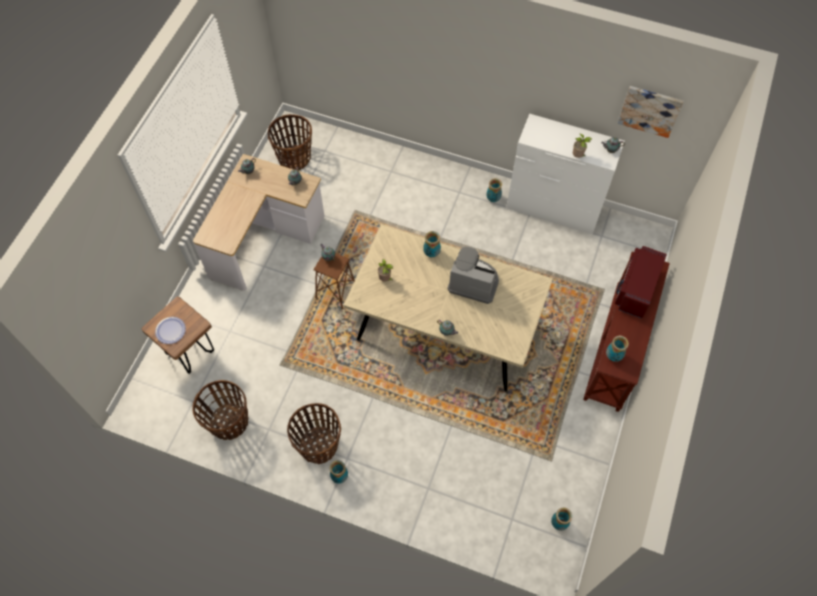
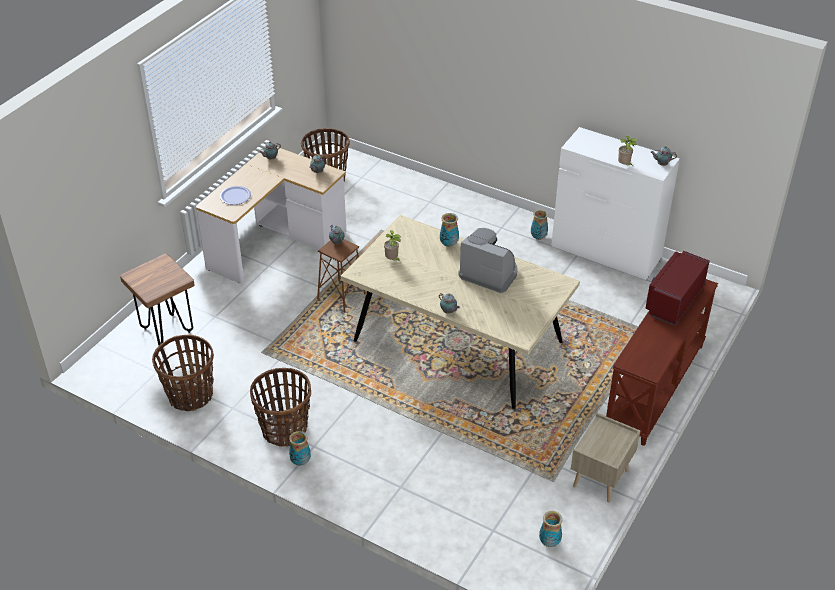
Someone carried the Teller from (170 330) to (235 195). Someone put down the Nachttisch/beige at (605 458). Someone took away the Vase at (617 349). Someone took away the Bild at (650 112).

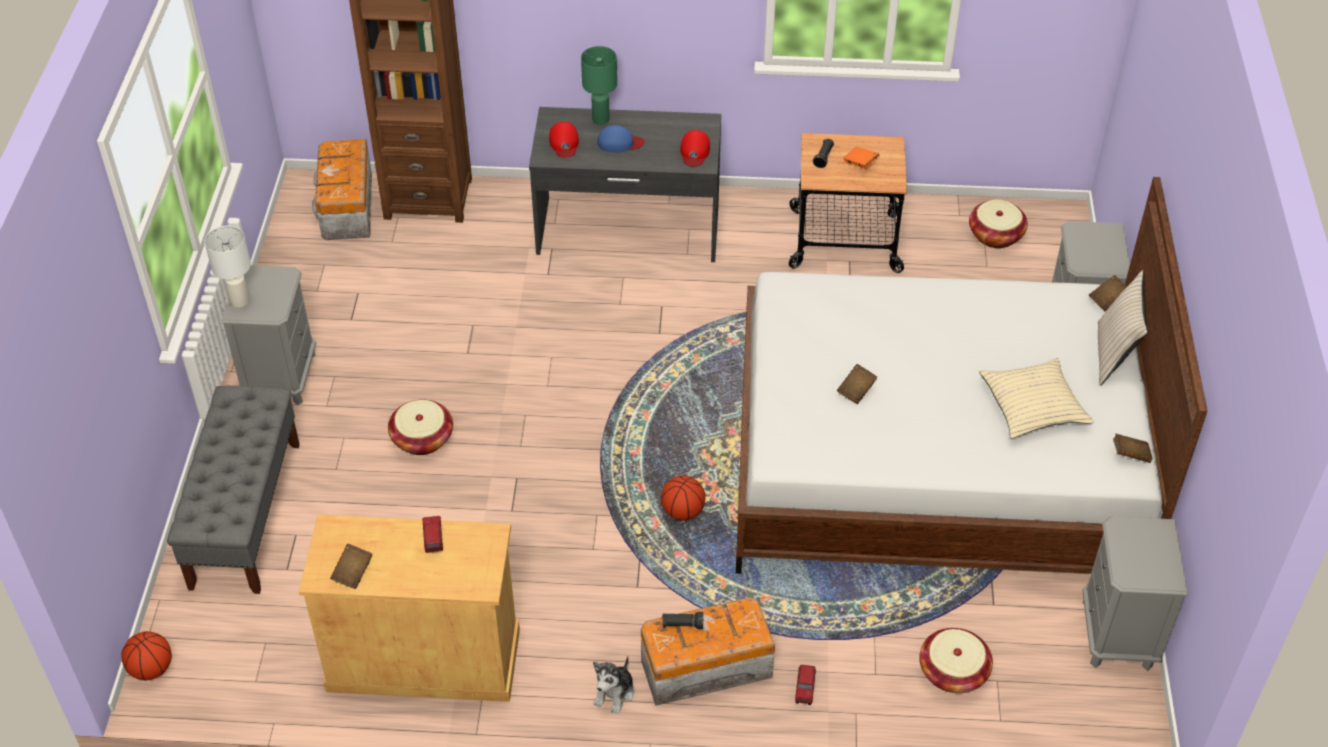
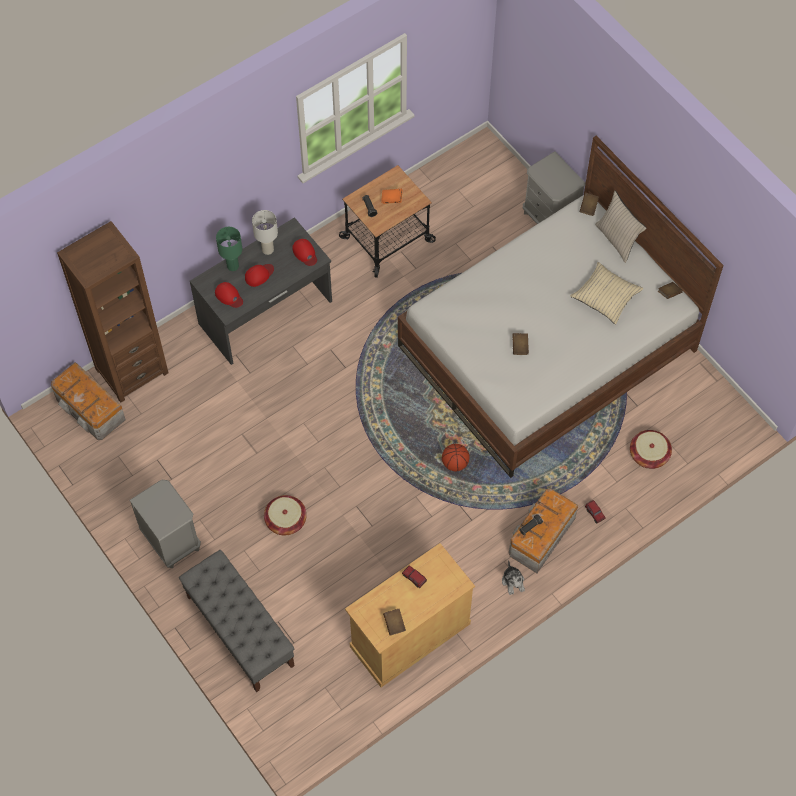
Someone repainted the Kappe/blau at (621 138), which became the Kappe/rot at (259 275). Someone carried the Tischlampe/weiß from (227 267) to (265 232). Someone took away the Basketball at (146 655). Someone took away the Korb at (998 224). Someone took away the Nachttisch/grau at (1134 593).

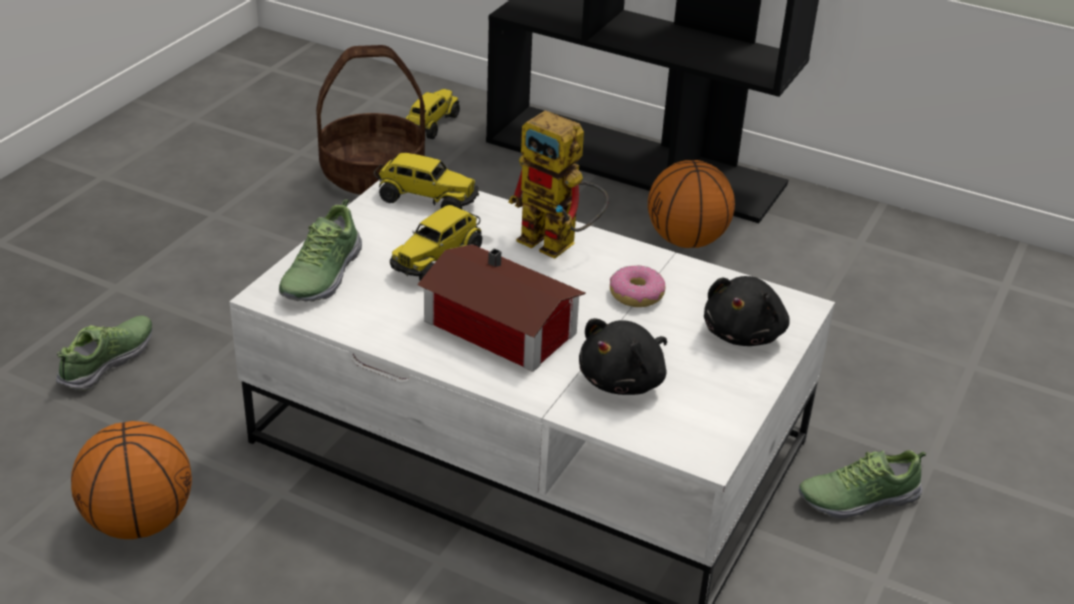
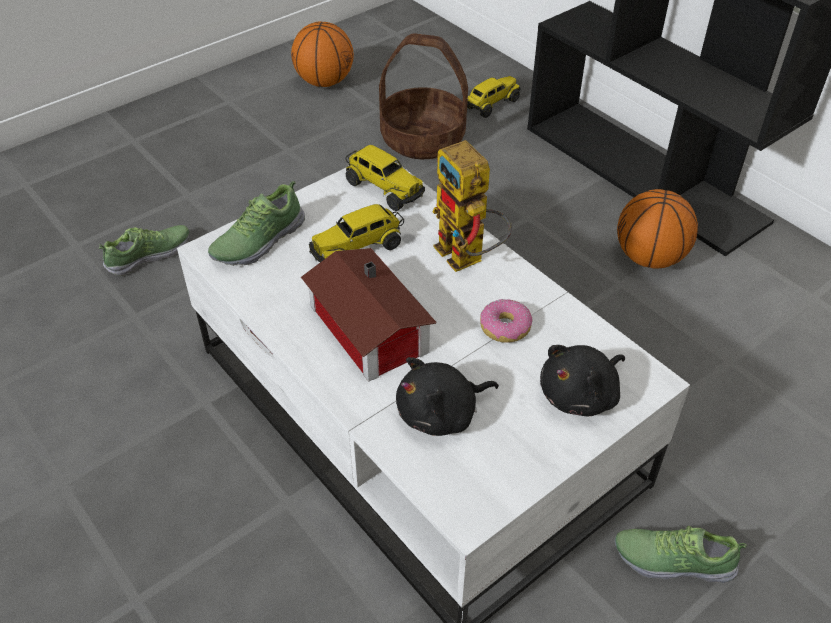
Someone carried the Basketball from (131 480) to (322 54).

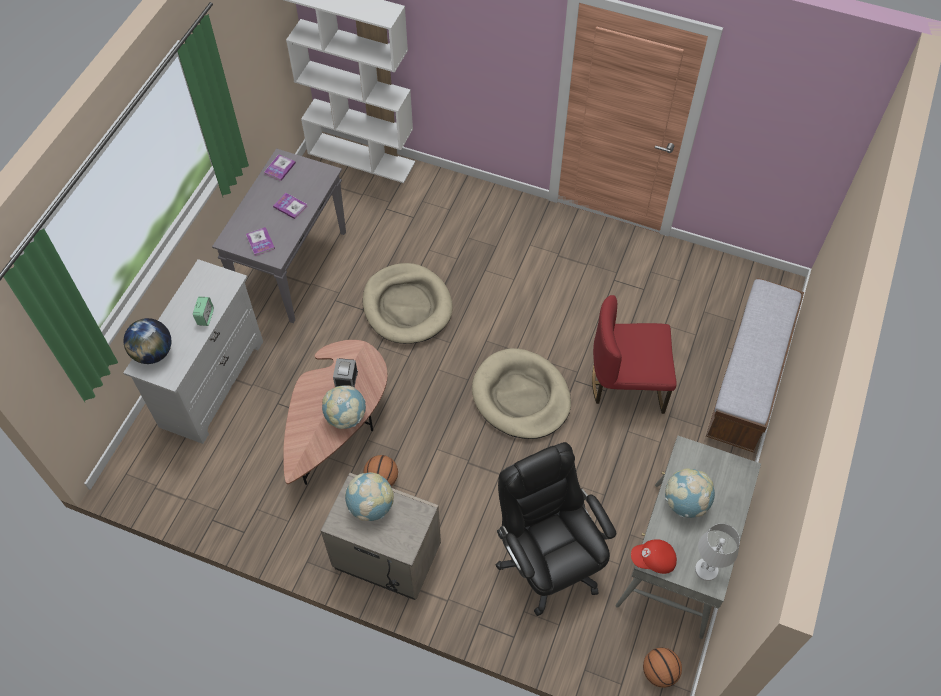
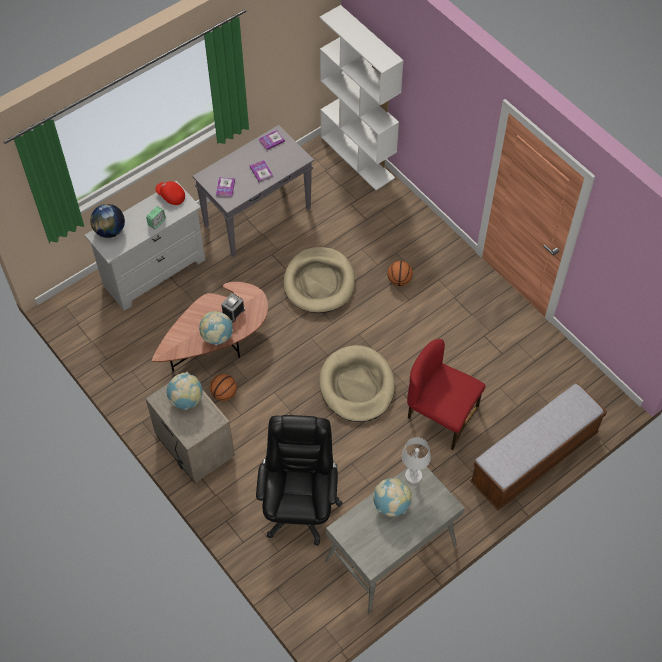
Someone carried the Kappe/rot from (654 556) to (170 193). Someone carried the Basketball from (662 668) to (400 273). Someone carried the Tischlampe/weiß from (717 552) to (416 460).

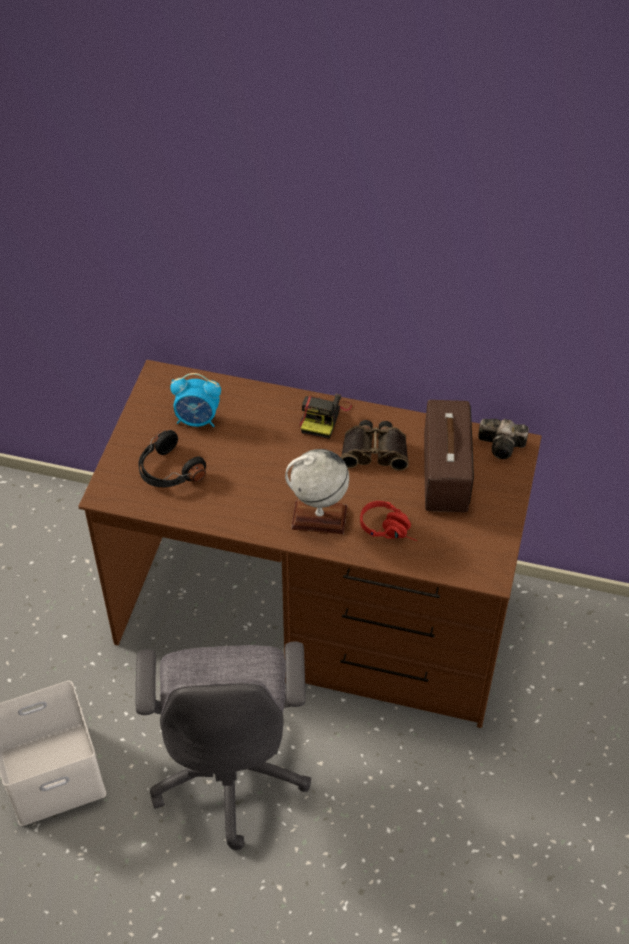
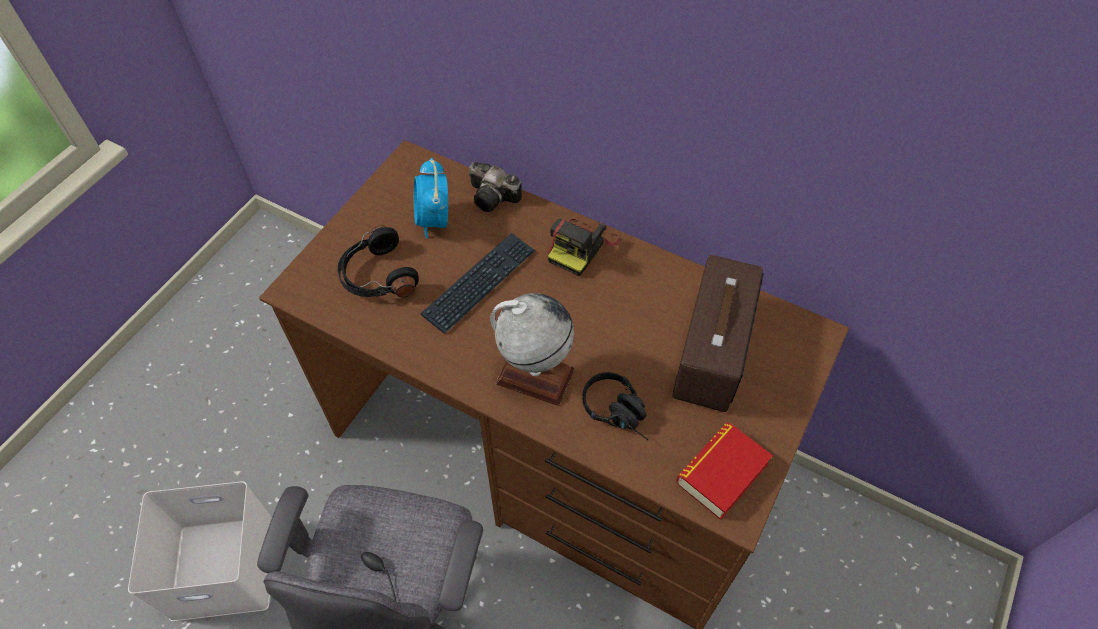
Someone rotated the Wecker at (195 400) by 60 degrees clockwise. Someone put down the Tastatur at (478 283). Someone carried the Kamera from (503 439) to (495 187). Someone repainted the Kopfhörer/rot at (388 521), which became the Kopfhörer/schwarz at (615 406). Someone put down the Buch at (724 471). Someone took away the Fernglas at (374 445).

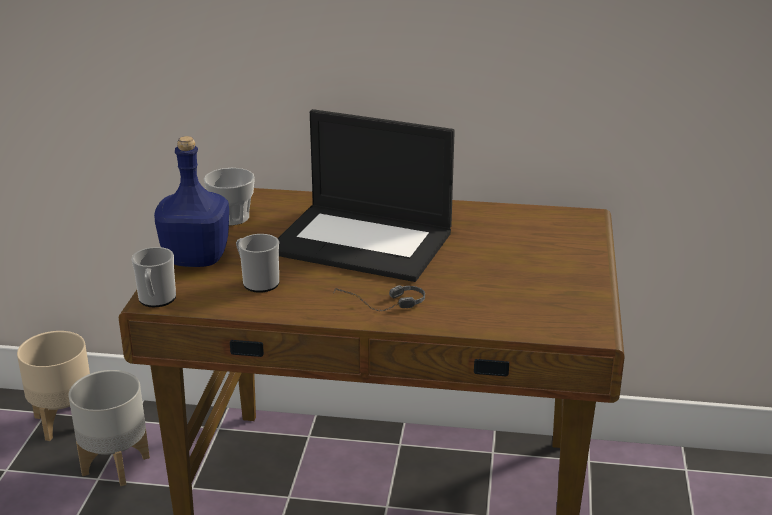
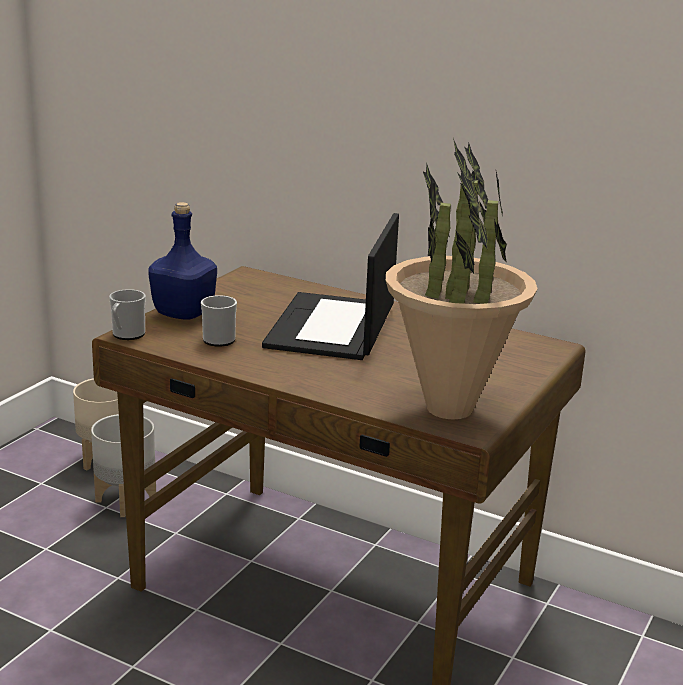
Someone rotated the Laptop at (366 195) by 60 degrees clockwise. Someone put down the Topfpflanze at (462 278). Someone took away the Tasse at (229 197). Someone took away the Kopfhörer at (379 298).

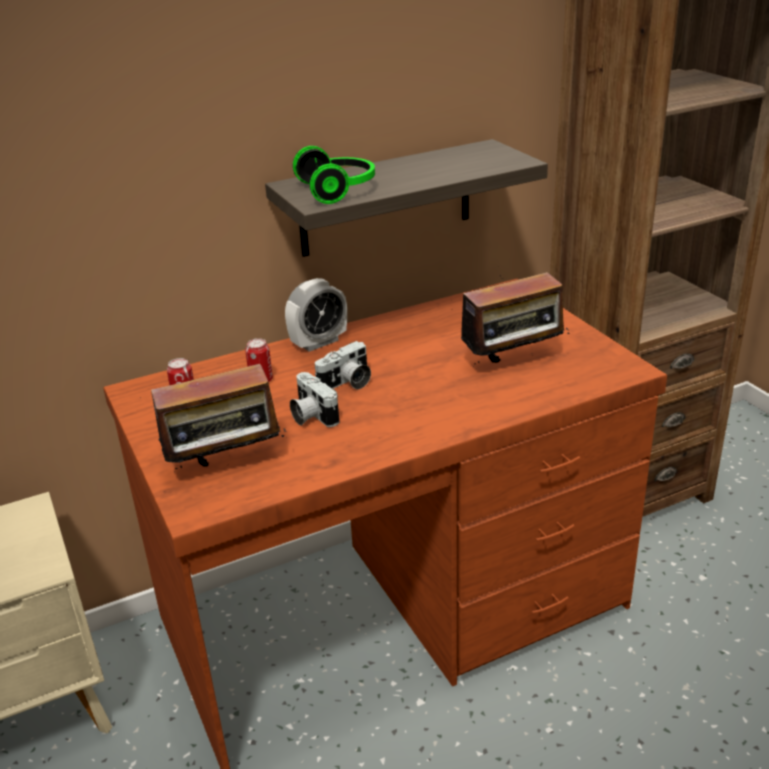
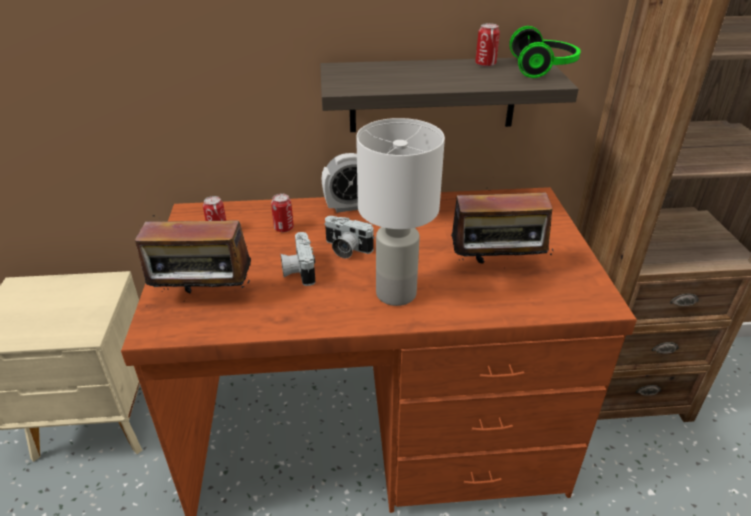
Someone rotated the Kamera at (343 365) by 45 degrees clockwise. Someone put down the Tischlampe/weiß at (400 212). Someone put down the Dose at (487 45). Someone carried the Kopfhörer from (334 175) to (545 52).

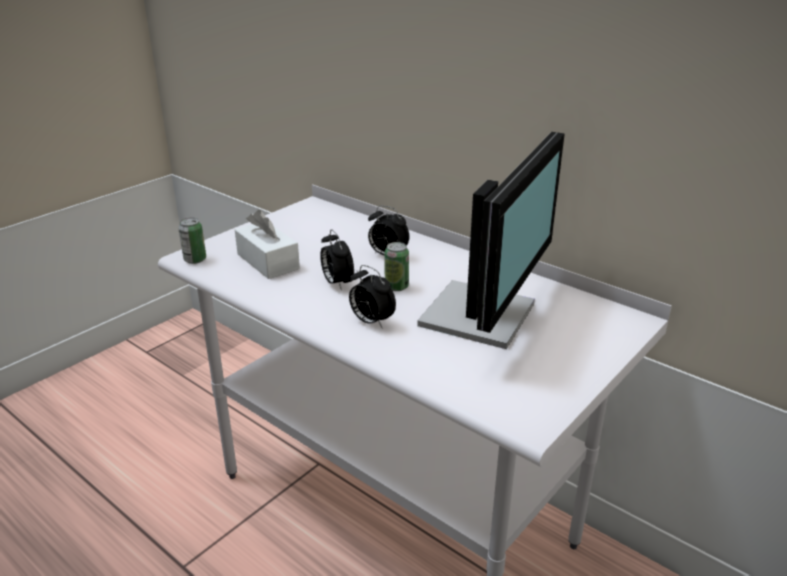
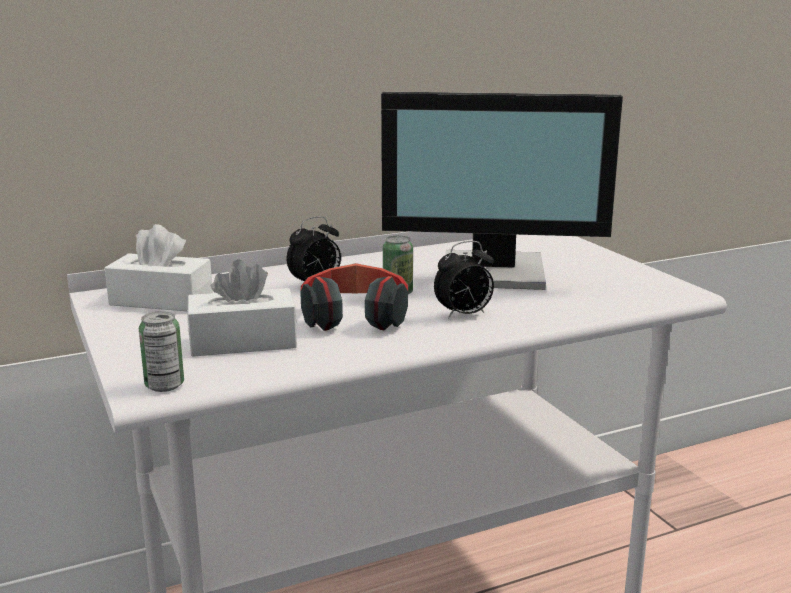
Someone put down the Taschentuchbox/weiß at (159 267). Someone swapped the Wecker at (337 259) for the Kopfhörer at (354 297). Someone rotated the Monitor at (491 240) by 135 degrees clockwise.

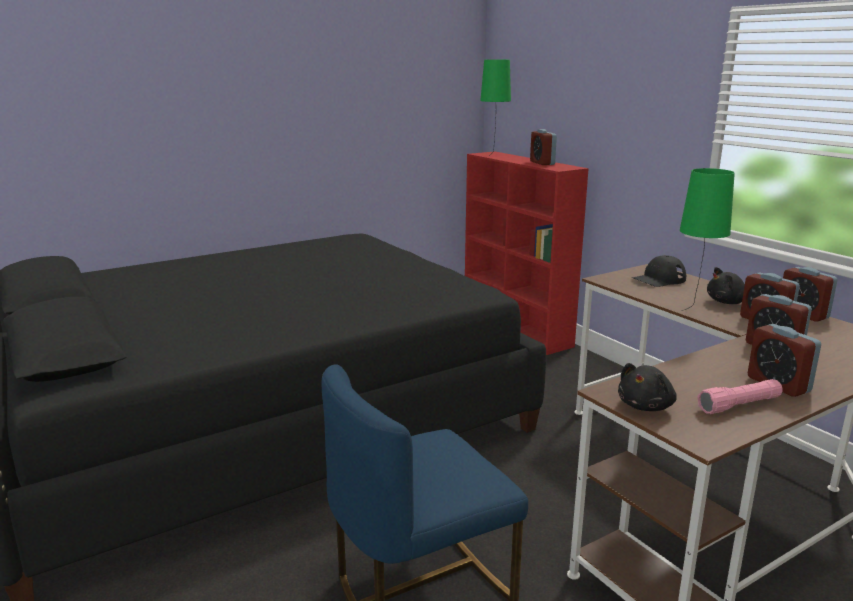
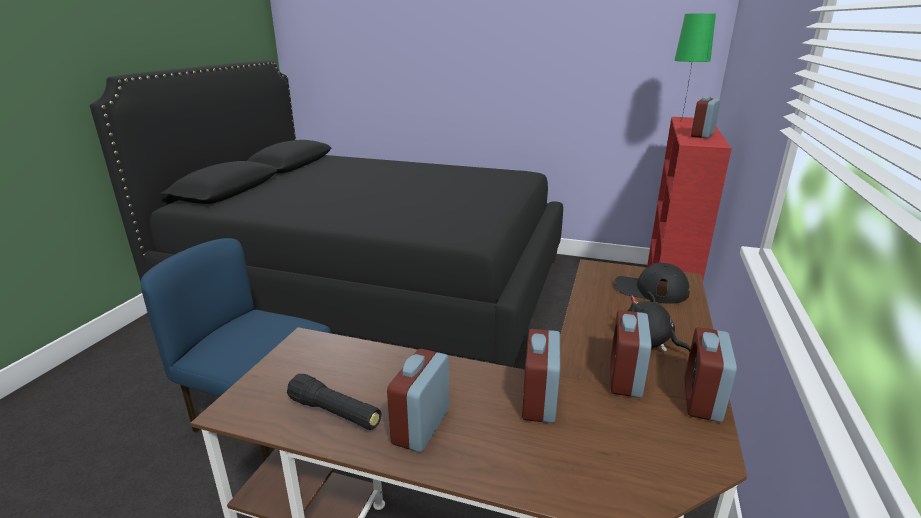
Someone repainted the Taschenlampe/rosa at (740 396), which became the Taschenlampe/schwarz at (334 402). Someone took away the Plüschtier/schwarz at (647 387). Someone took away the Tischlampe/grün at (707 239).

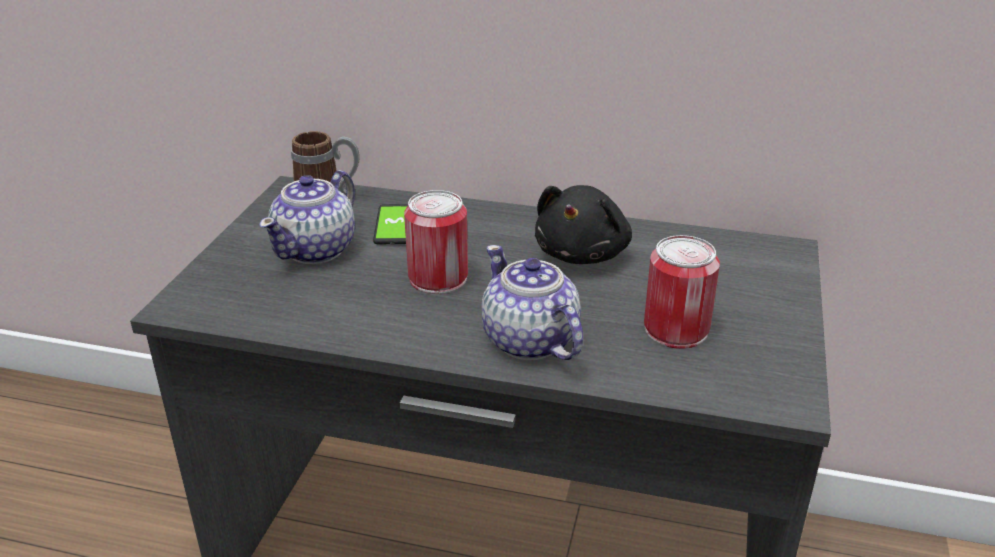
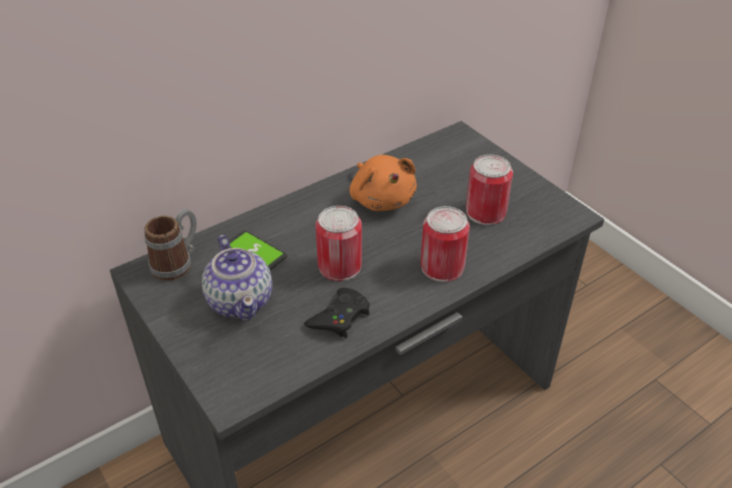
Someone put down the Gamepad/schwarz at (337 313). Someone repainted the Plüschtier/schwarz at (583 224), which became the Plüschtier/orange at (383 183). Someone swapped the Teekanne at (532 302) for the Dose at (445 244).

